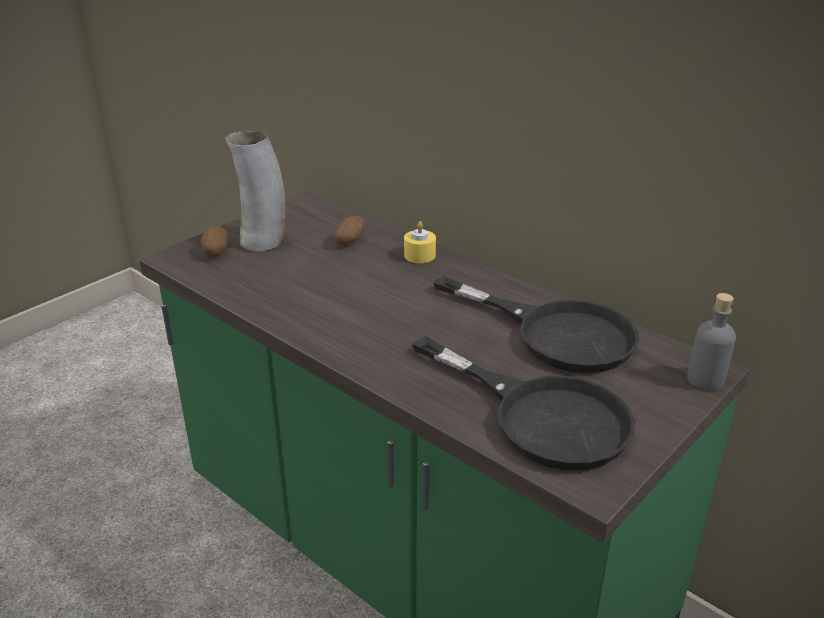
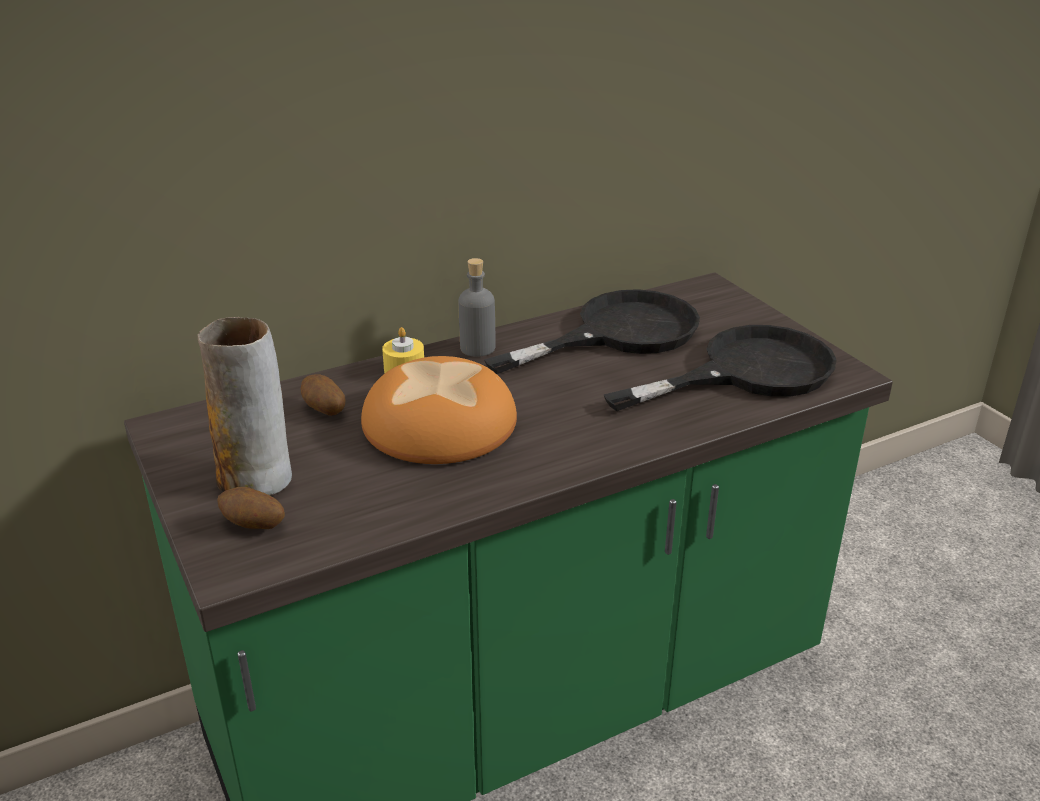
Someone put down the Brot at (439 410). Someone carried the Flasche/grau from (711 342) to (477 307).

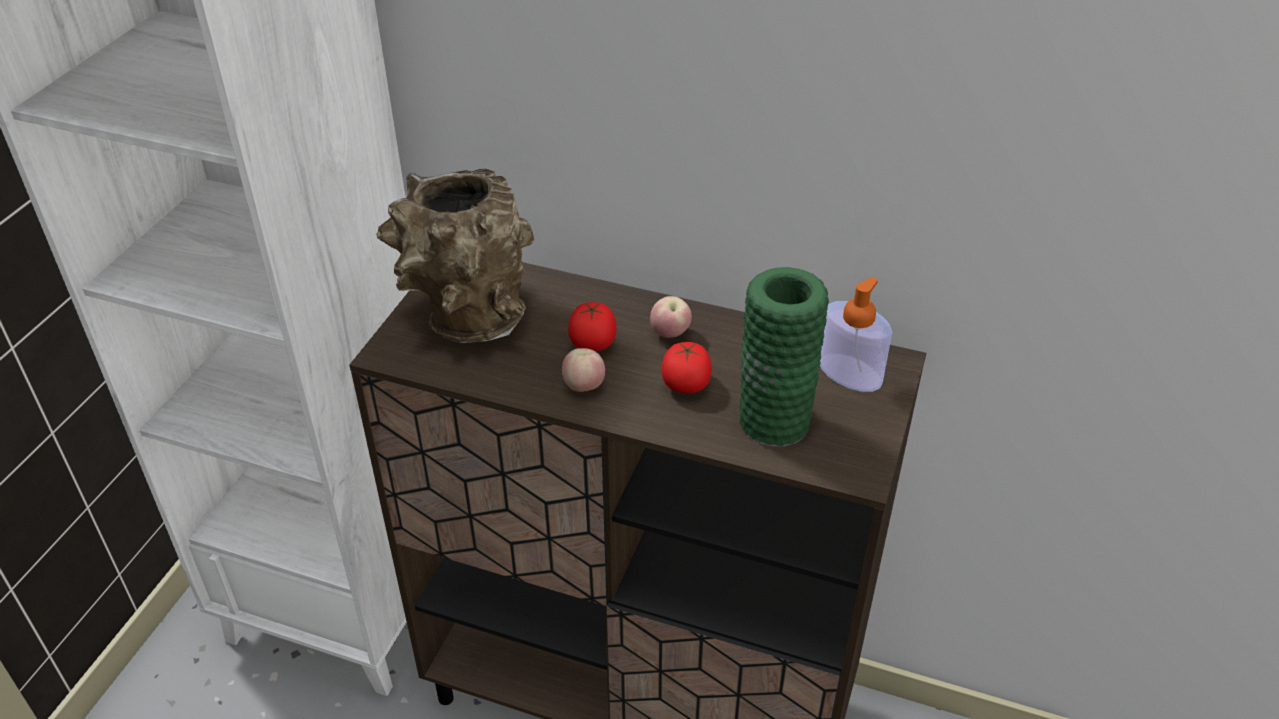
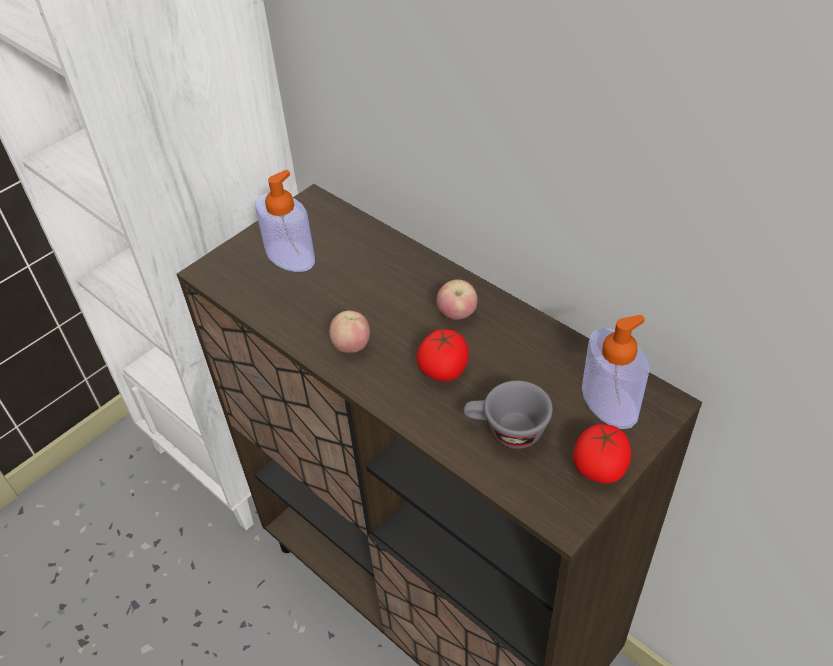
Someone swapped the Vase/braun at (455 256) for the Seifenspender at (285 221). Someone swapped the Vase/grün at (784 357) for the Tasse/grau at (508 415). Someone carried the Tomate from (592 326) to (602 453).

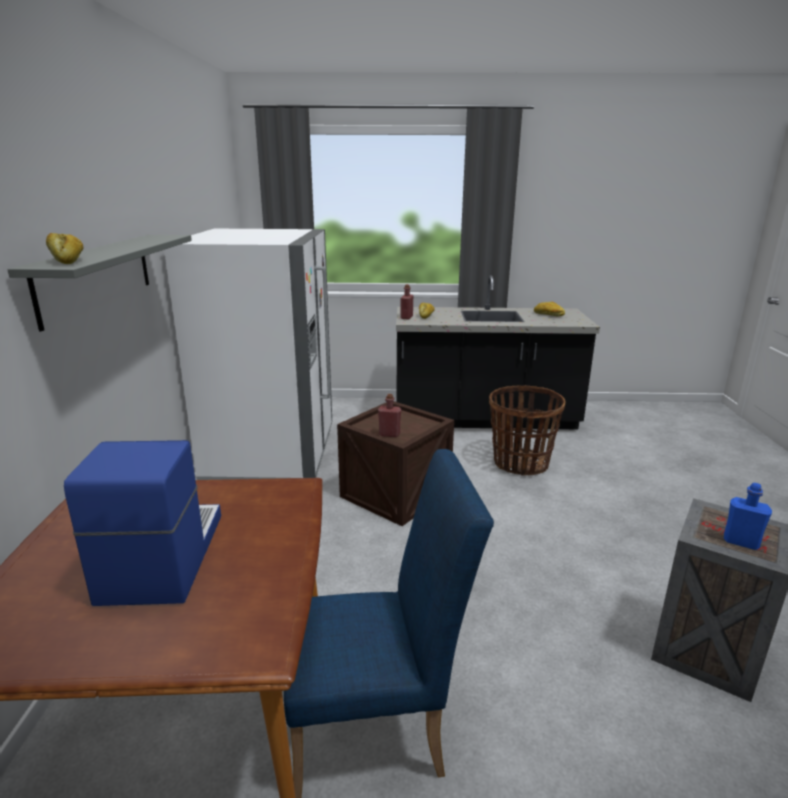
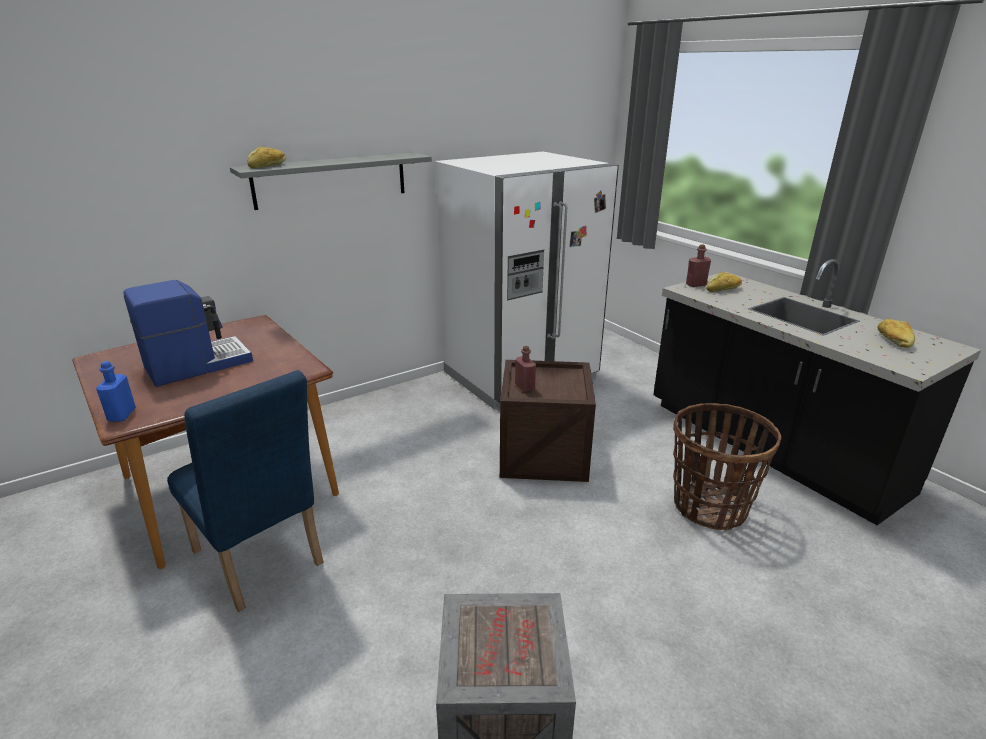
Someone carried the Flasche/blau from (748 516) to (116 391).

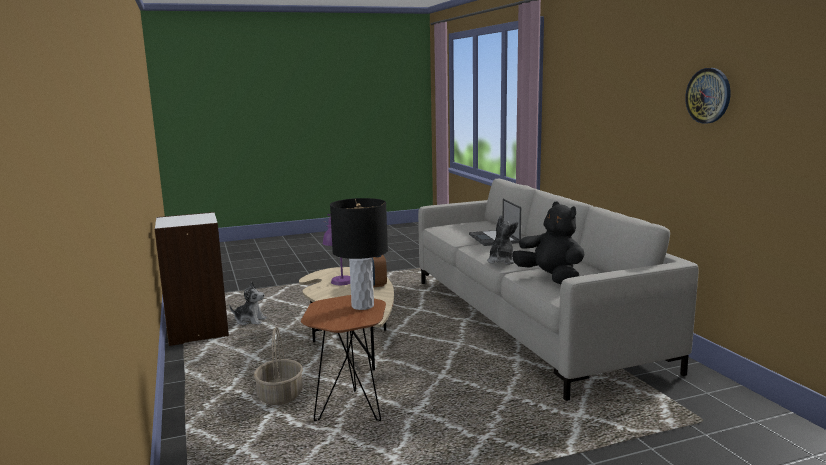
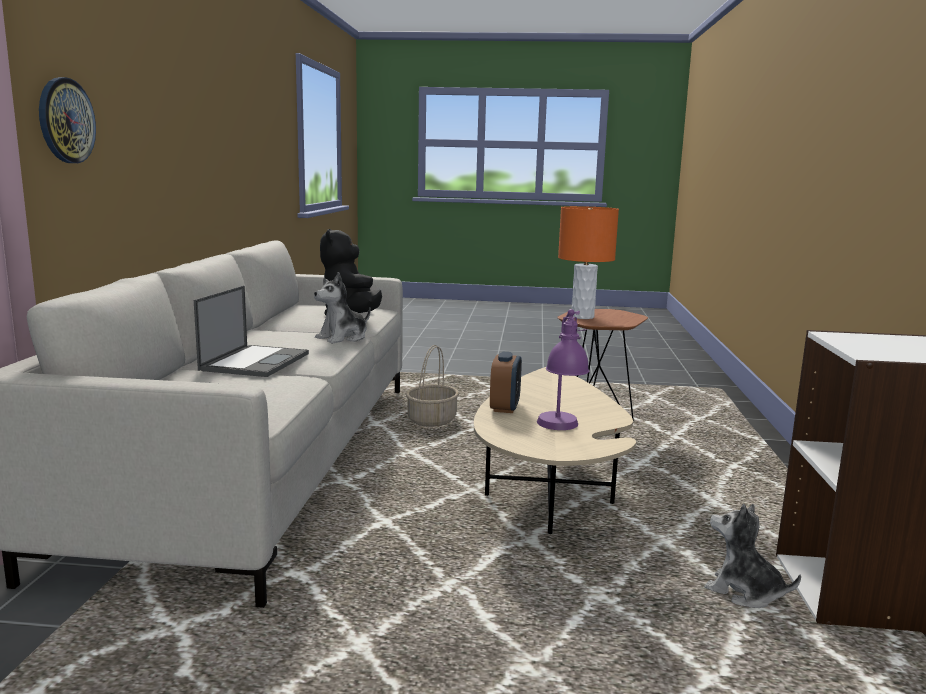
Someone carried the Wanduhr from (708 96) to (67 120). Someone carried the Korb from (278 366) to (432 386). Someone repainted the Tischlampe/schwarz at (359 254), which became the Tischlampe/orange at (588 262).

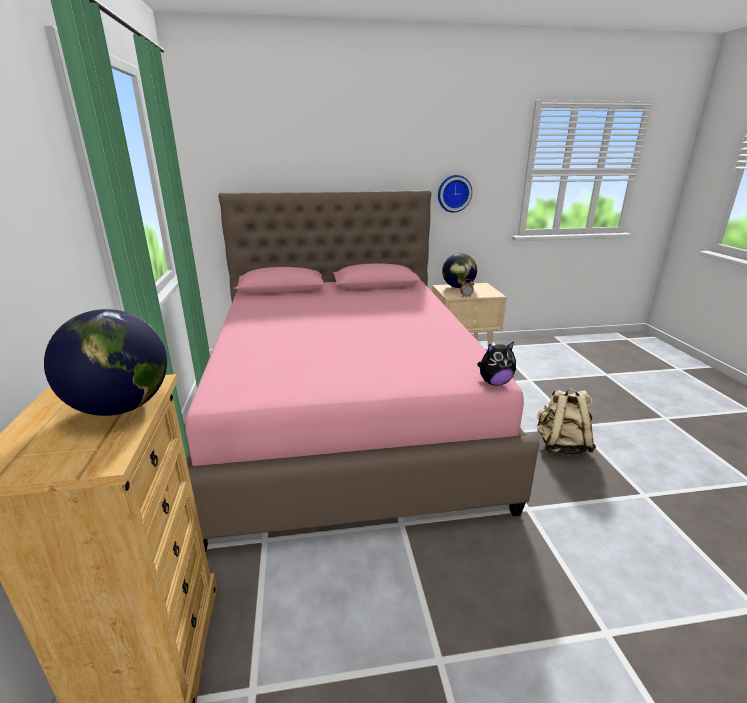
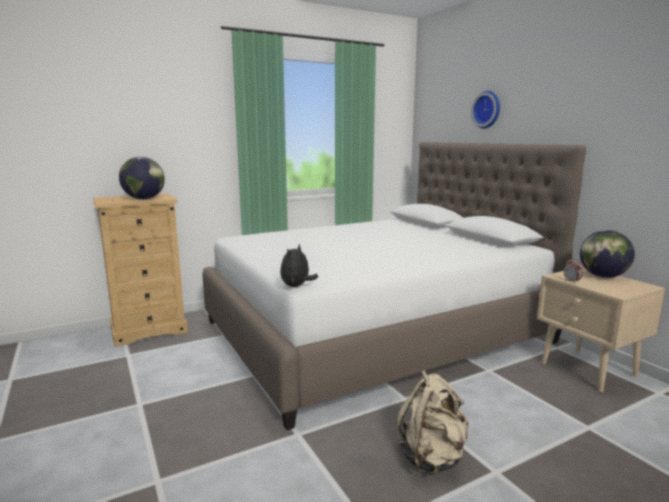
Someone repainted the Bett/rosa at (362 371), which became the Bett/weiß at (394 286). Someone rotated the Plüschtier at (496 363) by 60 degrees clockwise. Someone carried the Wanduhr from (455 194) to (485 110).

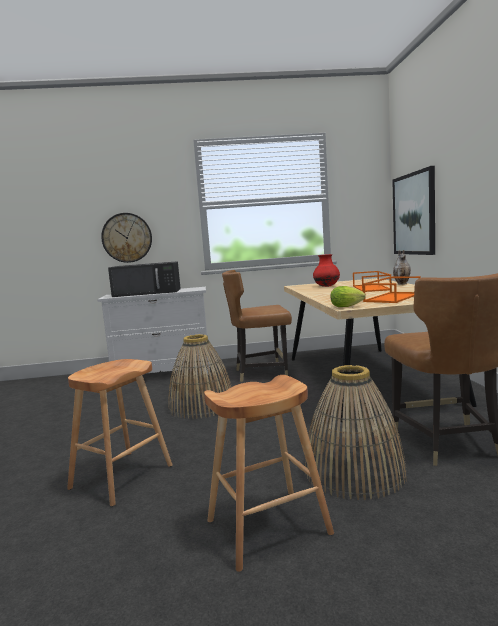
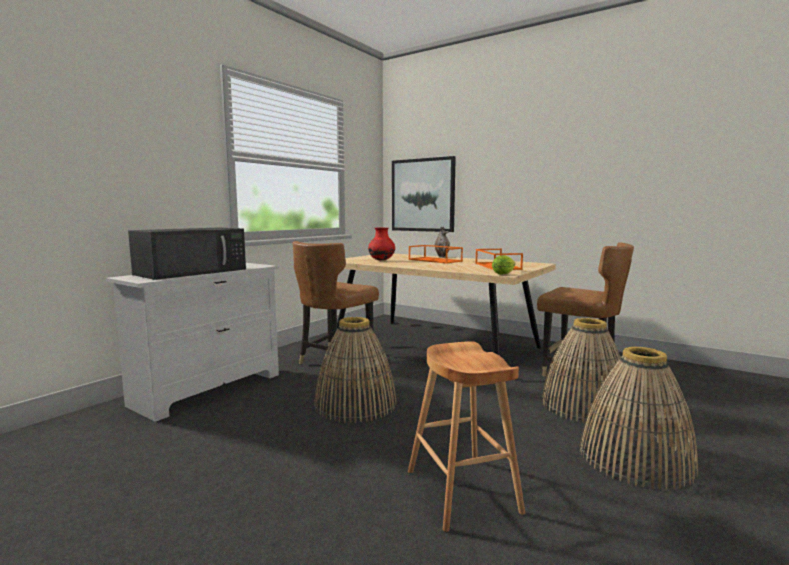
Someone swapped the Hocker/braun at (269 473) for the Korb at (638 418). Someone took away the Wanduhr at (126 238).

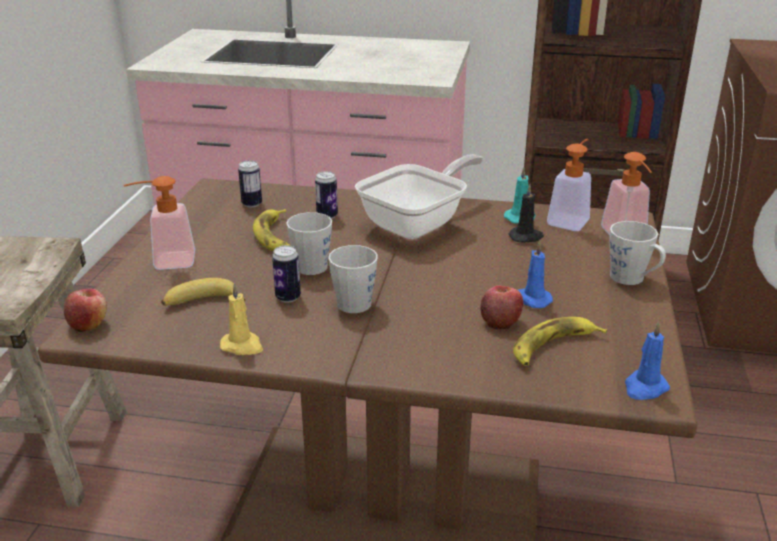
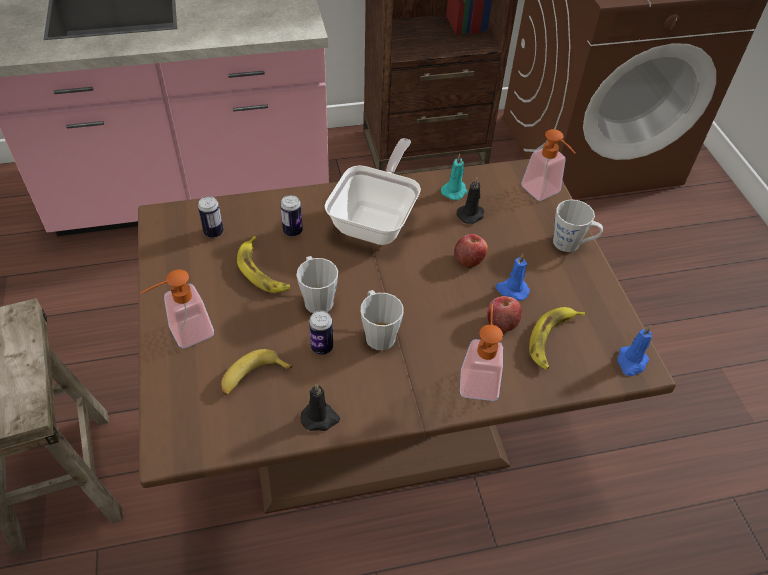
Someone repainted the Kerze/gelb at (241 319), which became the Kerze/schwarz at (320 407). Someone carried the Apfel from (85 310) to (471 251). Someone carried the Seifenspender from (569 185) to (481 352).

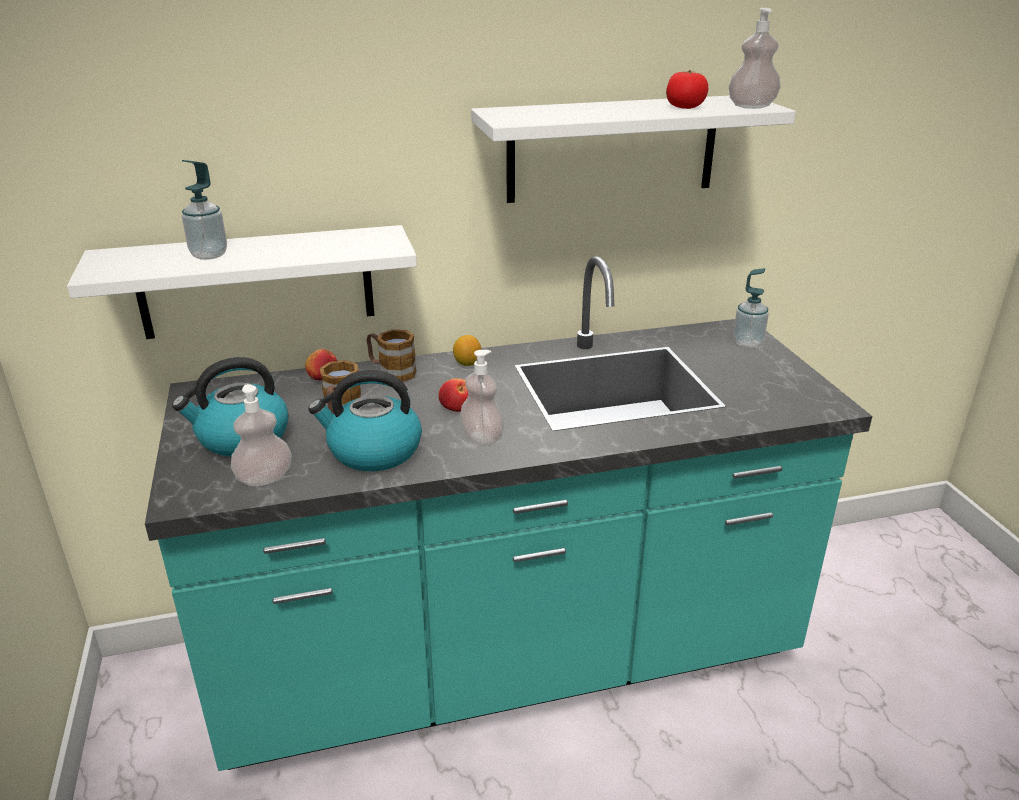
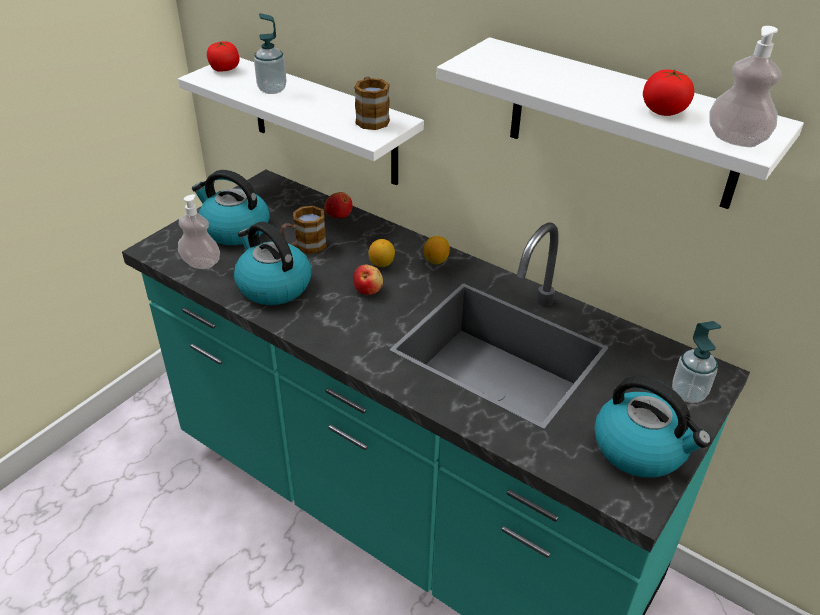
Someone put down the Tomate at (223 56). Someone carried the Henkelbecher from (391 355) to (372 103). Someone put down the Zitrone at (381 253). Someone put down the Wasserkessel at (653 426). Someone took away the Seifenspender at (482 398).

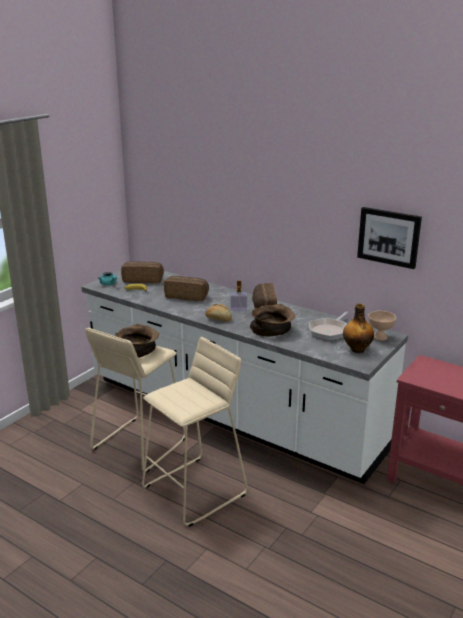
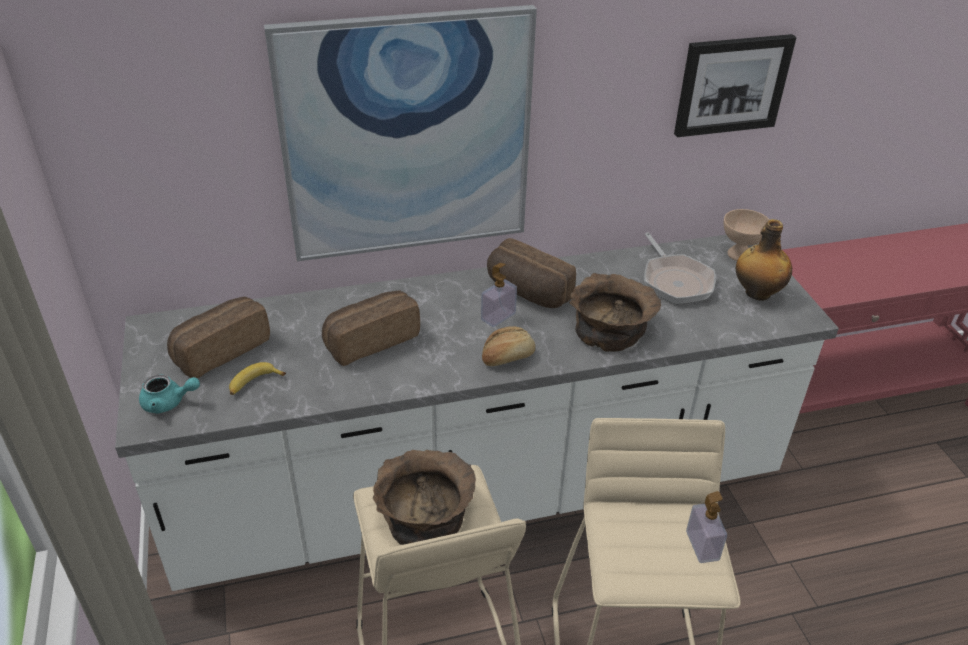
Someone put up the Bild at (400 133). Someone put down the Seifenspender at (706 527).

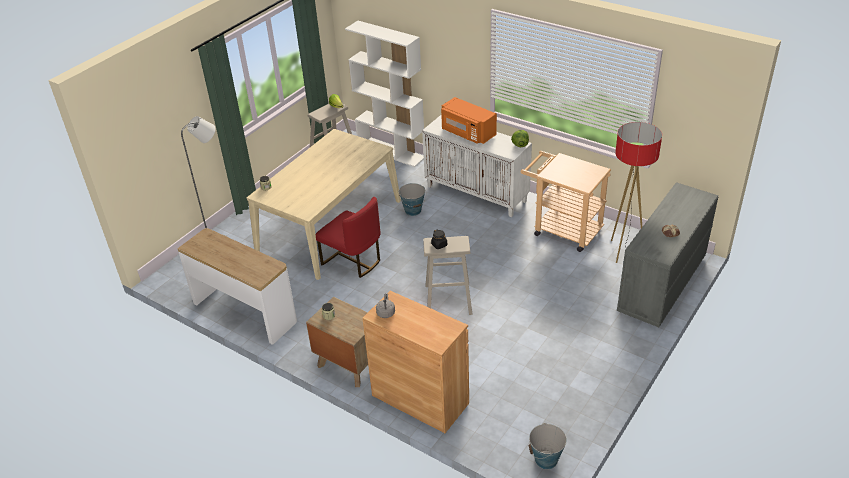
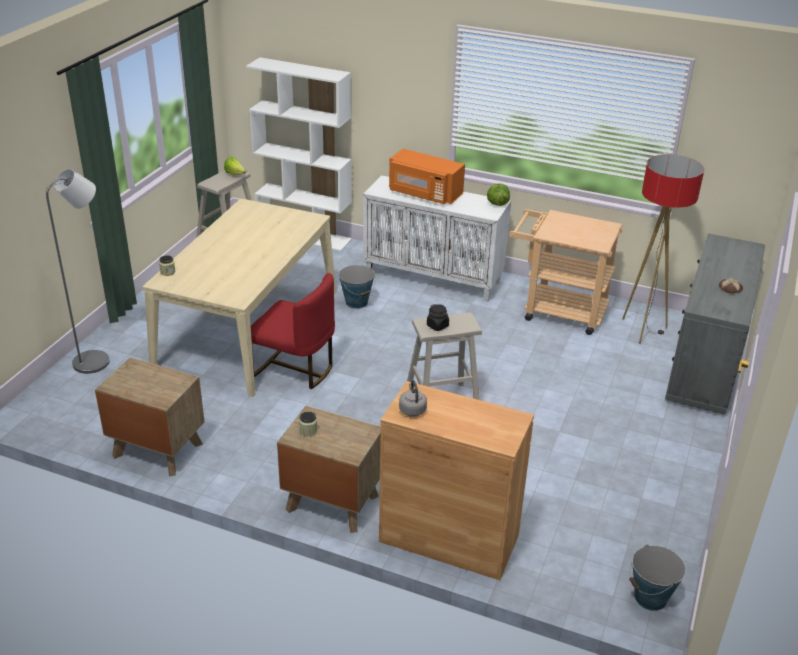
Someone swapped the Konsolentisch at (237 286) for the Nachttisch/braun at (150 416).

